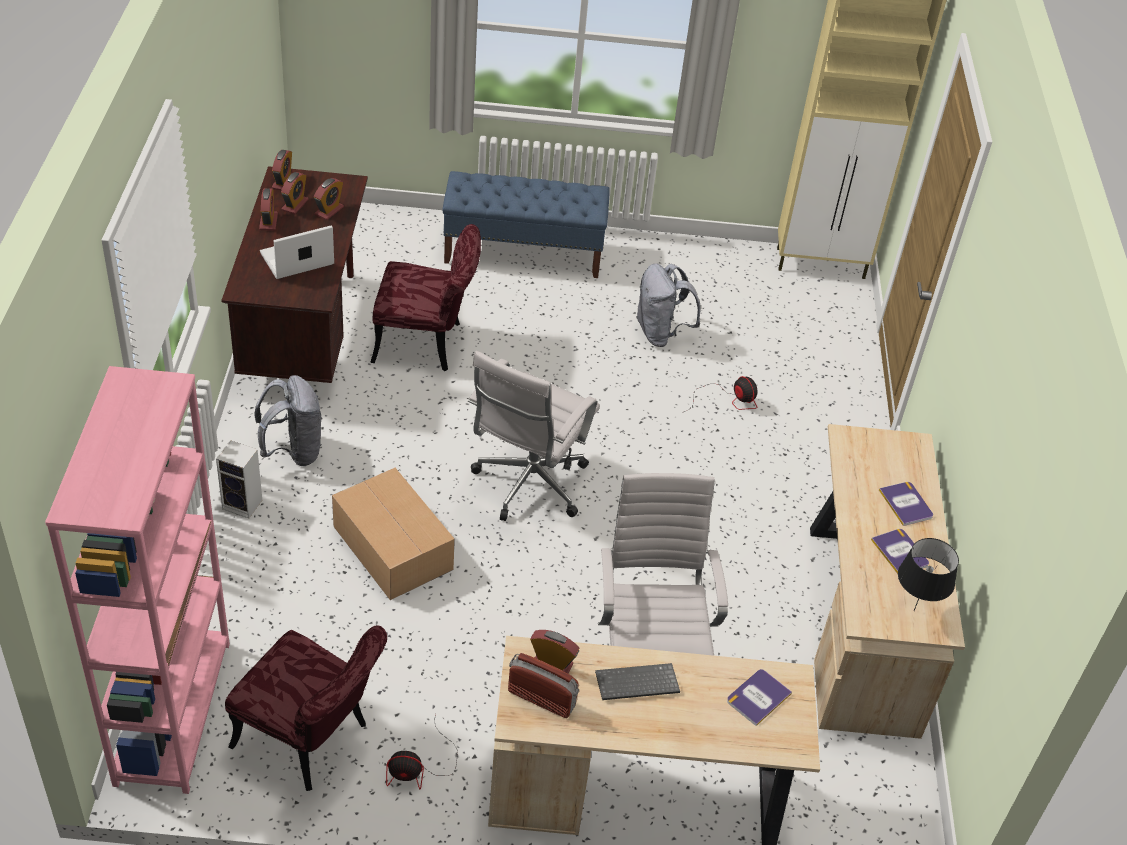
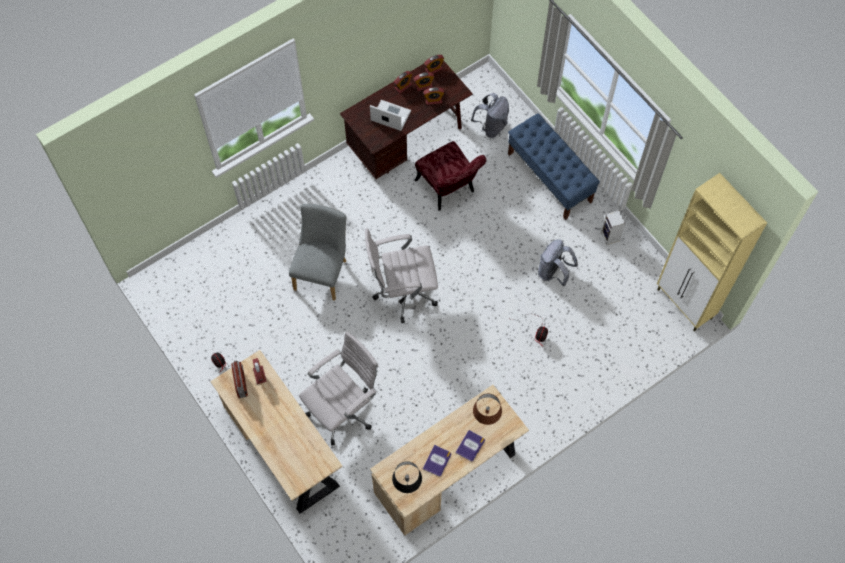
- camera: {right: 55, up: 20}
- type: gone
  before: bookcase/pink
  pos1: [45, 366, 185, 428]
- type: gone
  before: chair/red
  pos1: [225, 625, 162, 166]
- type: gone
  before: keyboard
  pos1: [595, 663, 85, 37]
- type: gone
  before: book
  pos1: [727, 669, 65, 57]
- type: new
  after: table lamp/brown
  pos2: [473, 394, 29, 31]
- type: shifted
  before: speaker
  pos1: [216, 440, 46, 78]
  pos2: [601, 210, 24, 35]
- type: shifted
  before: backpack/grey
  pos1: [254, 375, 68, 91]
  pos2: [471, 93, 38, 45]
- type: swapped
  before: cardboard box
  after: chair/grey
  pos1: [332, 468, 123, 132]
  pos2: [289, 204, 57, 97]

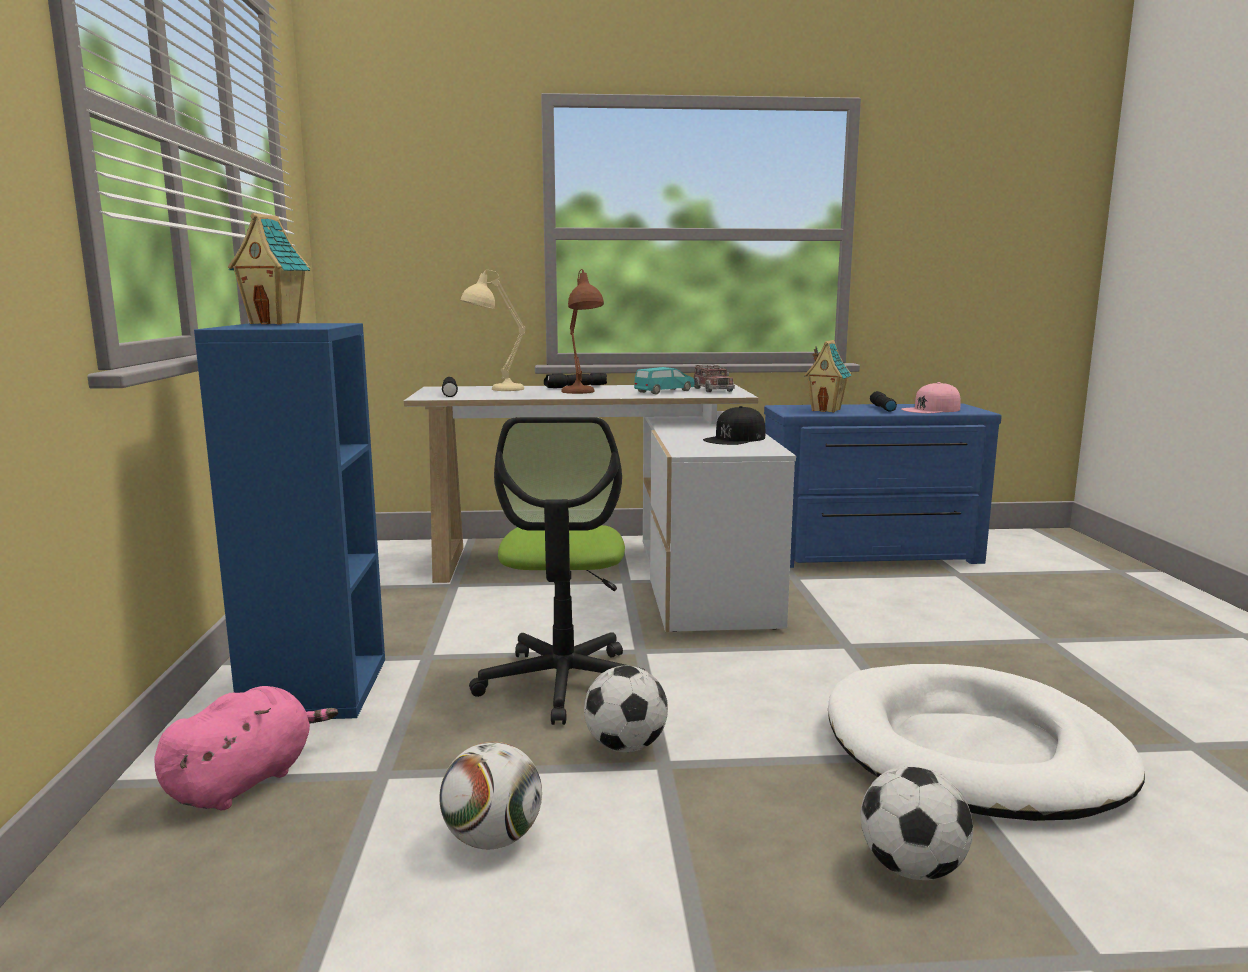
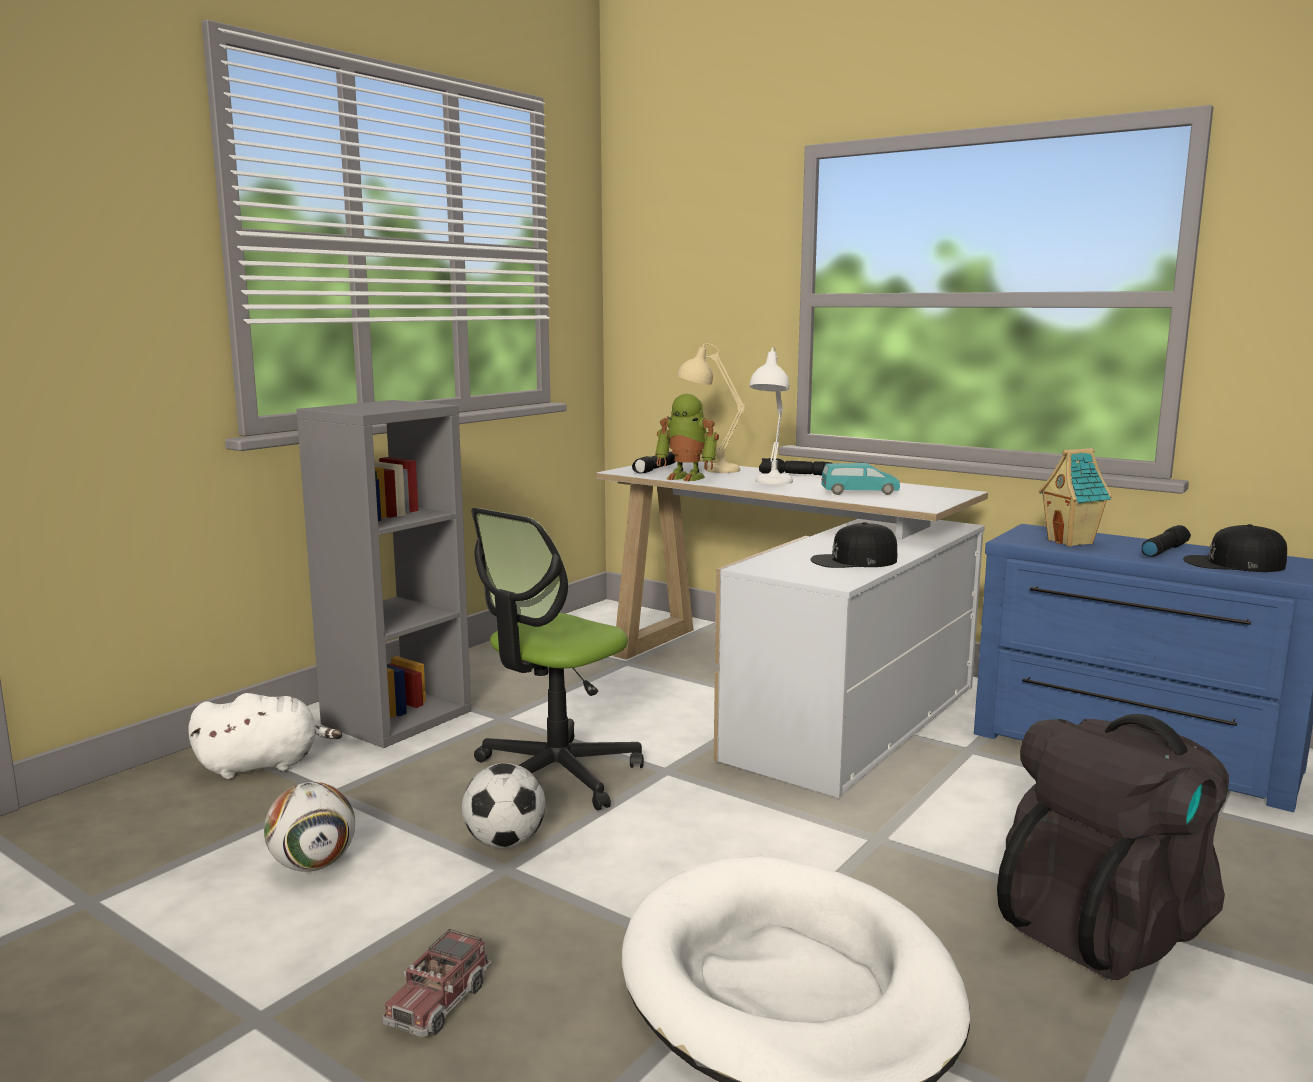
- camera: {right: 40, up: 0}
- type: gone
  before: toy house
  pos1: [228, 213, 82, 111]
- type: gone
  before: football
  pos1: [861, 766, 112, 114]
- type: new
  after: toy robot
  pos2: [655, 394, 64, 88]
- type: new
  after: backpack/black
  pos2: [997, 714, 232, 266]
- type: shifted
  before: toy truck
  pos1: [694, 365, 41, 27]
  pos2: [382, 929, 110, 109]
- type: repainted
  before: plush toy/pink
  after: plush toy/white
  pos1: [154, 686, 184, 125]
  pos2: [188, 693, 154, 86]
- type: repainted
  before: bookcase/blue
  after: bookcase/grey
  pos1: [194, 323, 191, 396]
  pos2: [296, 400, 175, 348]
- type: repainted
  before: table lamp/brown
  after: table lamp/white
  pos1: [561, 269, 43, 125]
  pos2: [749, 347, 44, 138]
- type: repainted
  before: cap/pink
  after: cap/black
  pos1: [901, 382, 60, 31]
  pos2: [1183, 524, 104, 48]

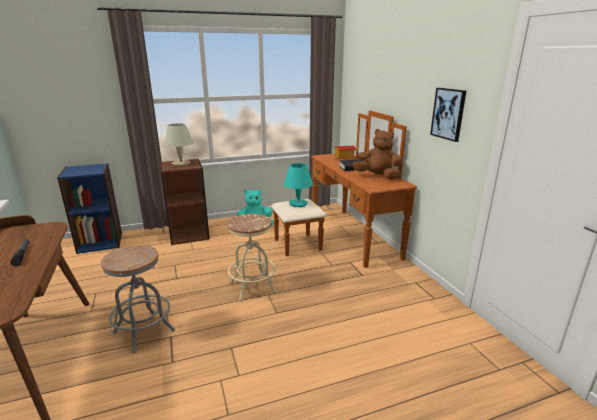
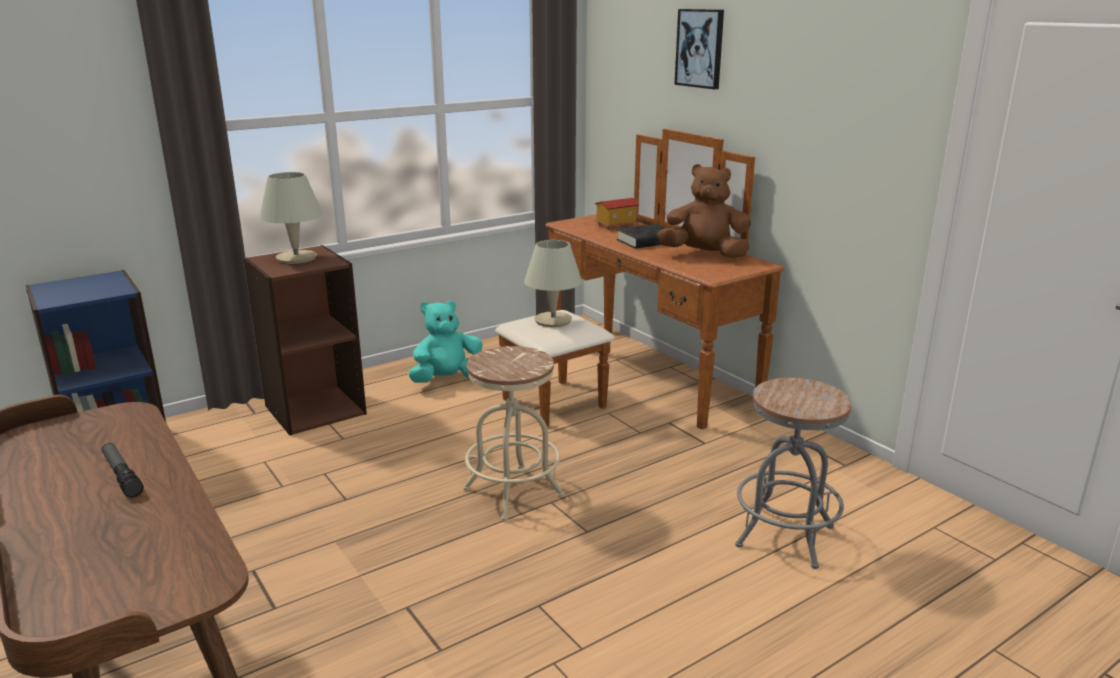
- camera: {right: -15, up: 0}
- type: shifted
  before: stool/grey
  pos1: [101, 245, 74, 108]
  pos2: [735, 378, 117, 191]
- type: shifted
  before: picture
  pos1: [430, 88, 36, 54]
  pos2: [675, 9, 49, 80]
- type: repainted
  before: table lamp/turquoise
  after: table lamp/beige
  pos1: [284, 163, 29, 44]
  pos2: [524, 240, 58, 87]

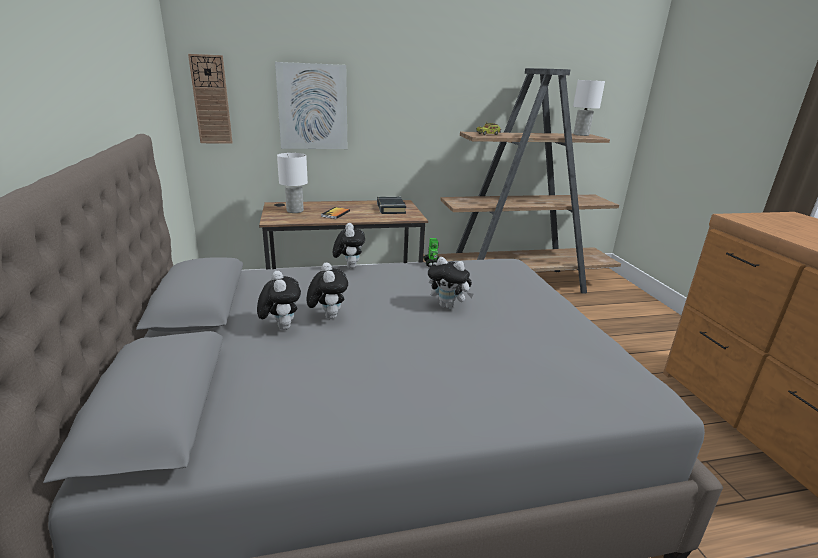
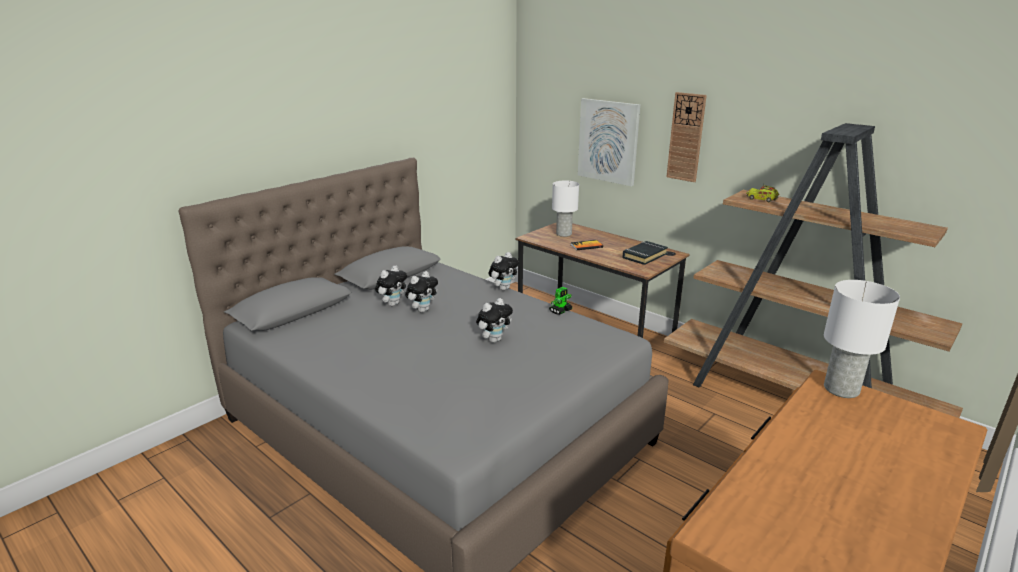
- camera: {right: 55, up: 0}
- type: shifted
  before: wall clock
  pos1: [188, 54, 45, 90]
  pos2: [666, 92, 41, 90]
- type: shifted
  before: table lamp/white
  pos1: [573, 80, 32, 56]
  pos2: [824, 280, 76, 118]
- type: rotated
  before: plush toy
  pos1: [428, 257, 46, 52]
  pos2: [476, 298, 37, 45]
  turn: -120

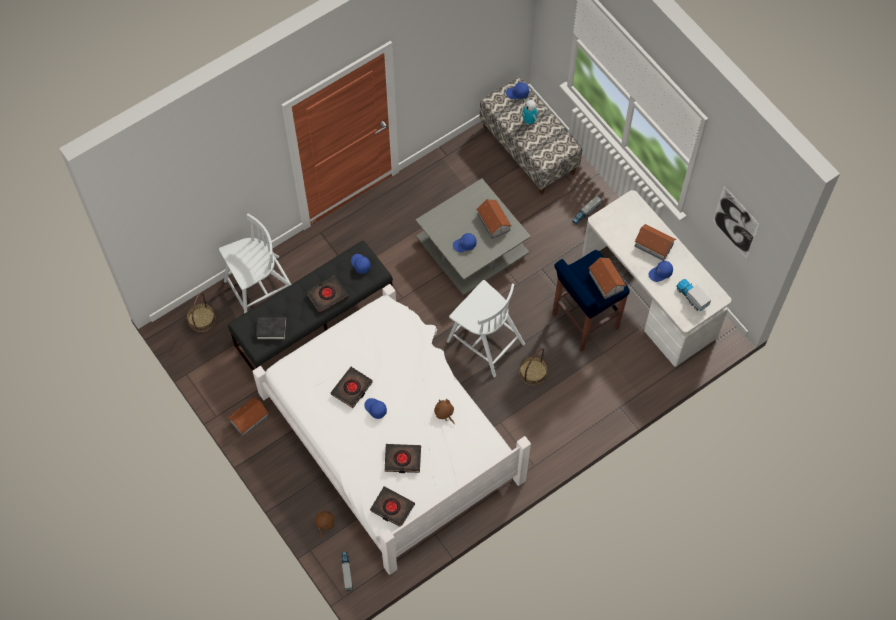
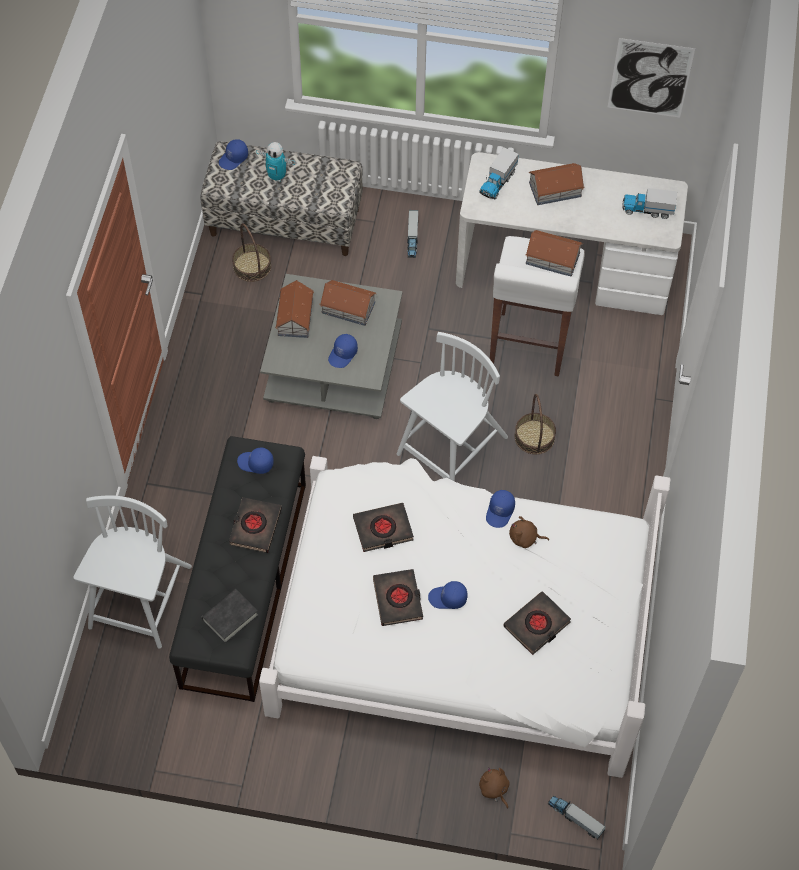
- camera: {right: -45, up: -5}
- type: new
  after: toy truck
  pos2: [479, 147, 40, 52]
- type: shifted
  before: basket
  pos1: [187, 293, 29, 39]
  pos2: [232, 223, 39, 59]
- type: shifted
  before: toy house
  pos1: [227, 397, 42, 40]
  pos2: [275, 280, 39, 58]
- type: shifted
  before: book/black
  pos1: [370, 486, 45, 41]
  pos2: [353, 503, 61, 49]
- type: shifted
  before: cap/blue
  pos1: [649, 261, 24, 21]
  pos2: [486, 490, 29, 38]
- type: repainted
  before: stool/blue
  after: stool/white
  pos1: [552, 250, 78, 102]
  pos2: [490, 236, 95, 140]
- type: rotated
  before: chair/white
  pos1: [447, 280, 78, 97]
  pos2: [397, 332, 111, 149]
  turn: -45

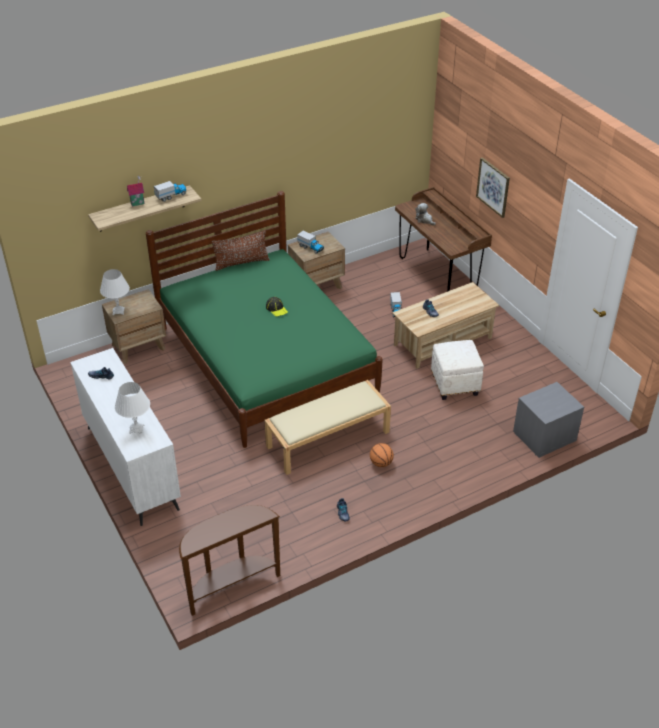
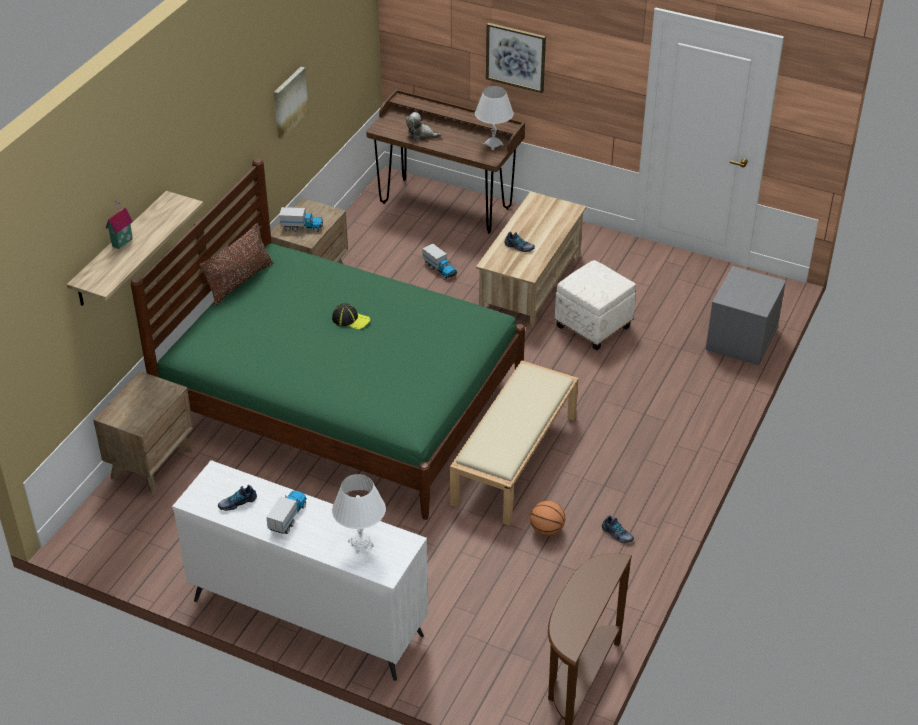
- camera: {right: -35, up: 0}
- type: new
  after: picture
  pos2: [274, 67, 35, 72]
- type: shifted
  before: table lamp/white
  pos1: [100, 269, 30, 46]
  pos2: [475, 86, 39, 64]
- type: shifted
  before: toy truck
  pos1: [154, 181, 33, 21]
  pos2: [266, 490, 41, 44]
- type: shifted
  before: basketball
  pos1: [370, 443, 24, 24]
  pos2: [530, 501, 35, 35]

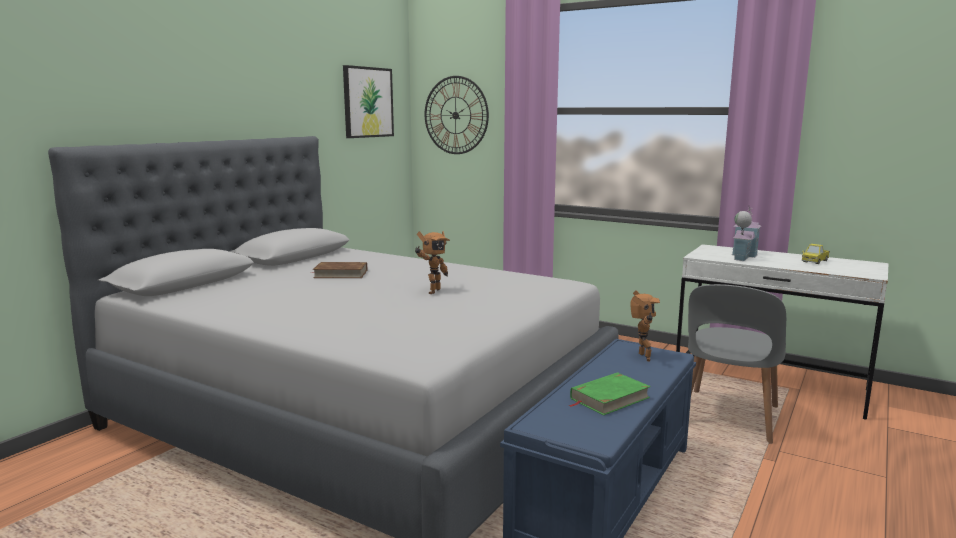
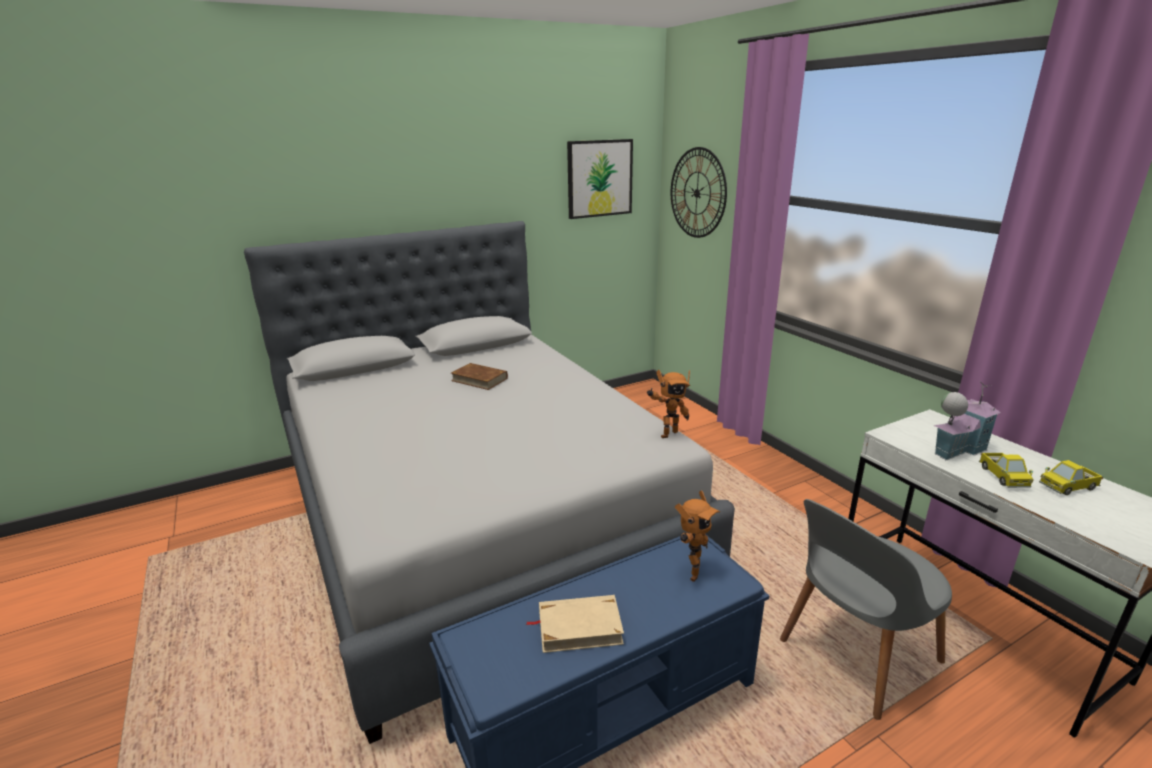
- camera: {right: 30, up: 10}
- type: new
  after: toy truck
  pos2: [979, 453, 54, 35]
- type: shifted
  before: toy robot
  pos1: [415, 231, 35, 63]
  pos2: [647, 370, 43, 68]
- type: repainted
  before: book/green
  after: book/beige
  pos1: [568, 372, 83, 43]
  pos2: [526, 595, 98, 58]

